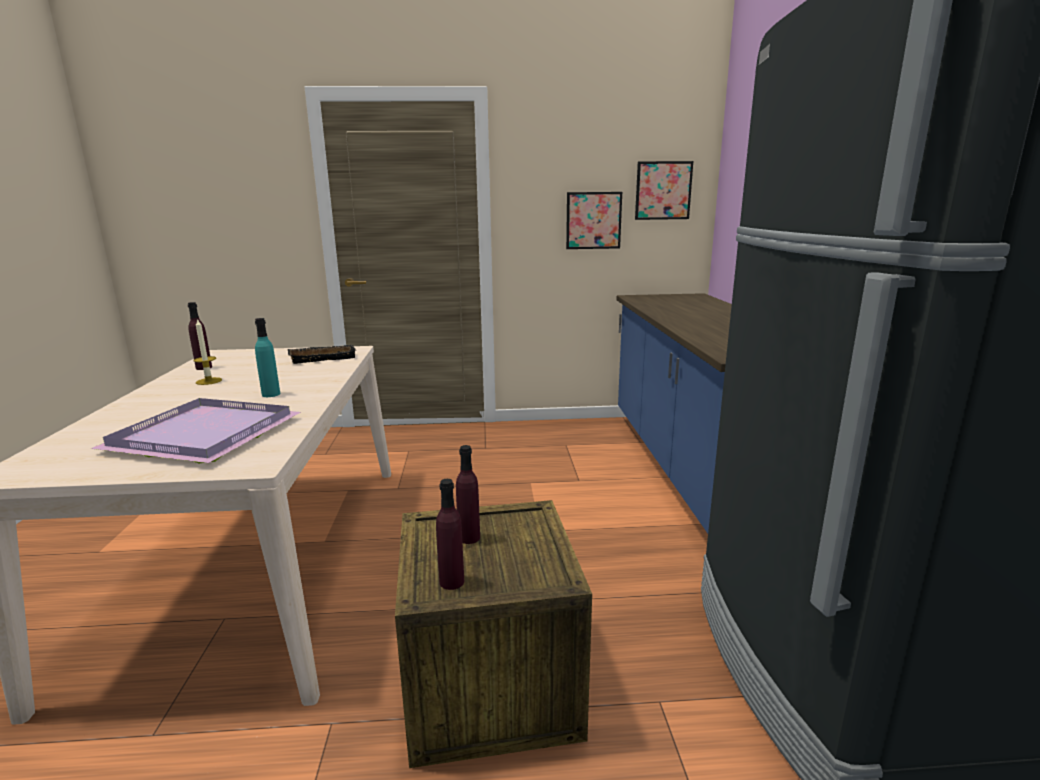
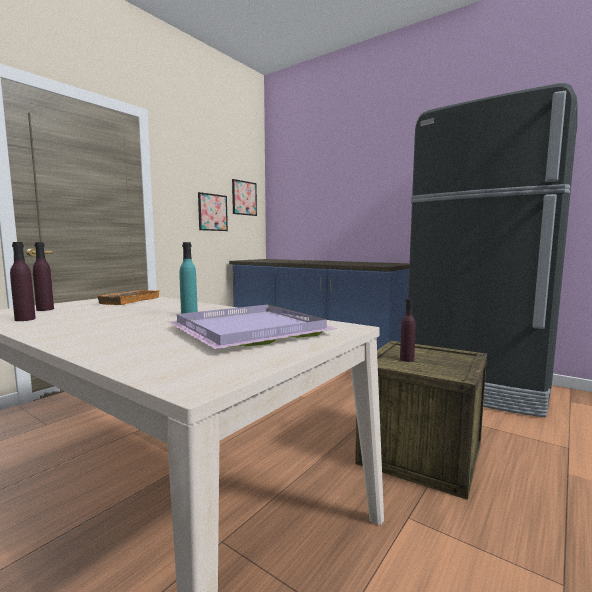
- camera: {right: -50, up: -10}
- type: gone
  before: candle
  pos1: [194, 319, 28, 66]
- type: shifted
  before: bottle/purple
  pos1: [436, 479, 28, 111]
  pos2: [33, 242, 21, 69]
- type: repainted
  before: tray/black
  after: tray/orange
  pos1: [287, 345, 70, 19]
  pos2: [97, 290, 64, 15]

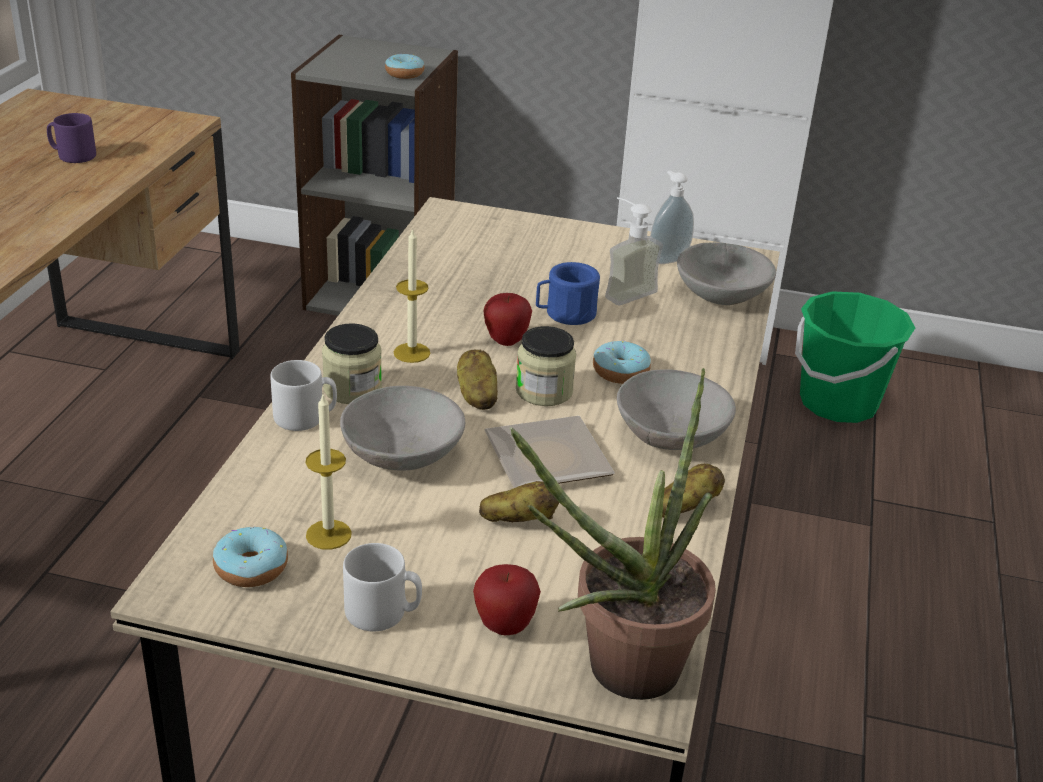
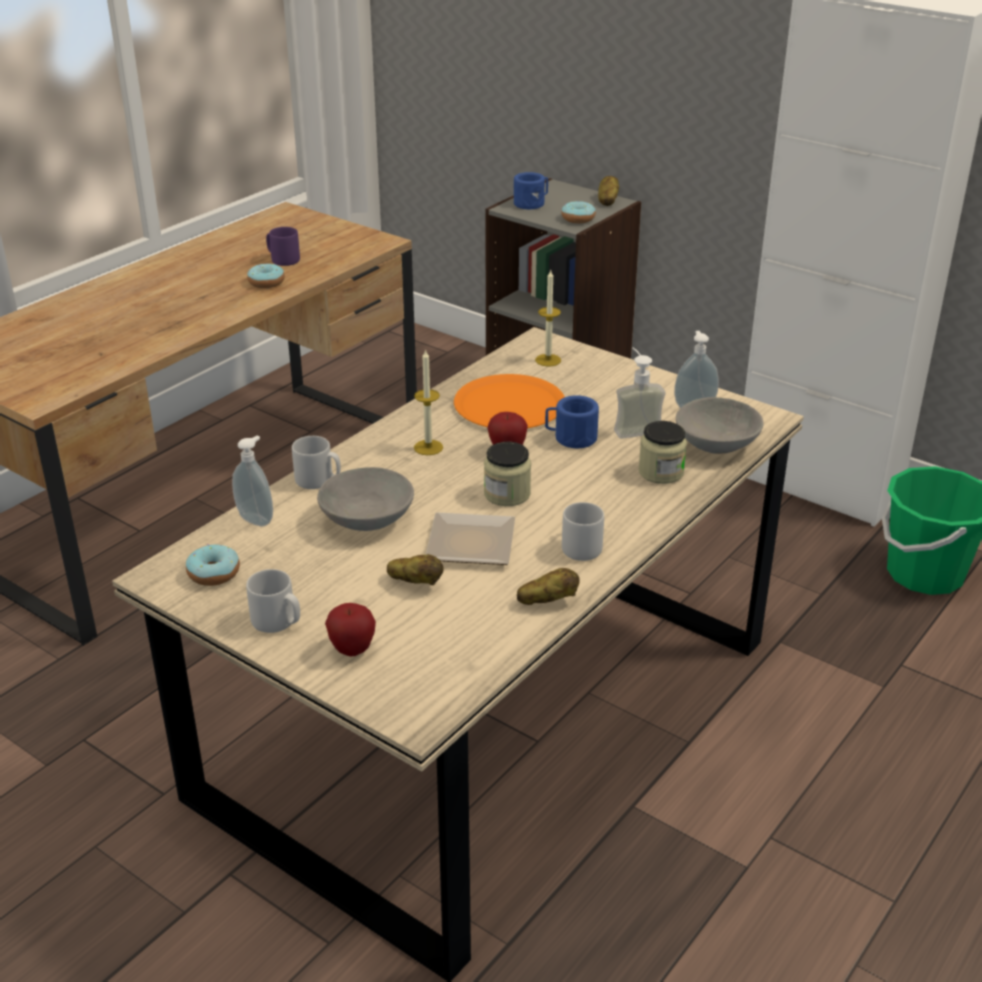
- camera: {right: 25, up: 0}
- type: gone
  before: potted plant
  pos1: [509, 368, 207, 332]
- type: new
  after: soap dispenser
  pos2: [232, 435, 41, 91]
- type: new
  after: plate/orange
  pos2: [454, 374, 111, 54]
- type: new
  after: mug/blue
  pos2: [514, 172, 34, 37]
- type: shifted
  before: candle
  pos1: [305, 395, 47, 155]
  pos2: [535, 270, 26, 96]
- type: shifted
  before: jar
  pos1: [322, 323, 60, 81]
  pos2: [638, 421, 49, 63]
- type: shifted
  before: potato
  pos1: [457, 350, 41, 60]
  pos2: [598, 176, 21, 30]
- type: shifted
  before: donut
  pos1: [593, 340, 58, 44]
  pos2: [247, 263, 38, 25]
- type: swapped
  before: bowl/grey
  after: mug/grey
  pos1: [617, 369, 119, 81]
  pos2: [562, 502, 42, 59]

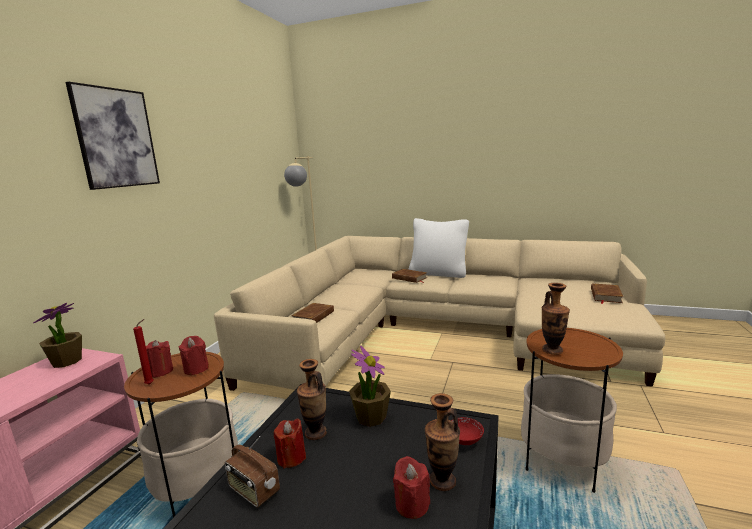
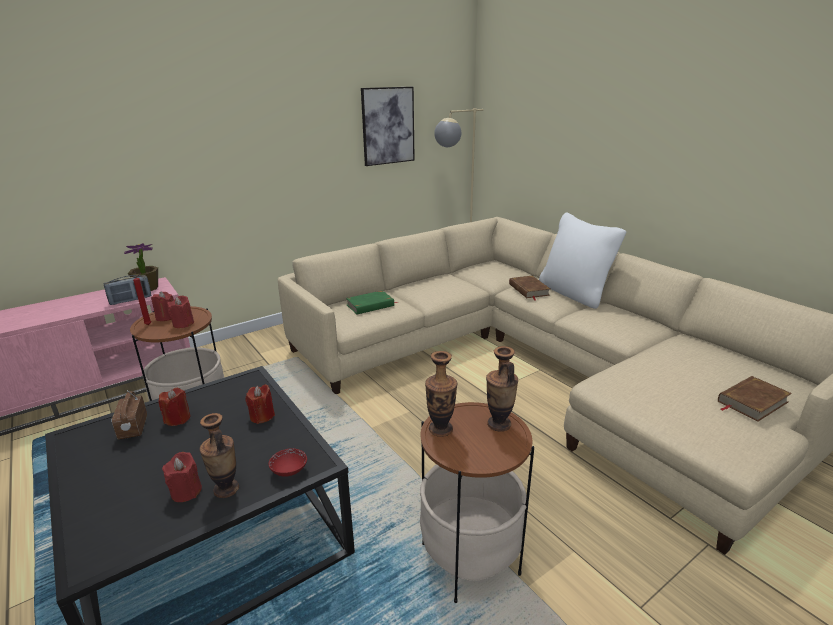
- camera: {right: 35, up: 10}
- type: new
  after: radio
  pos2: [104, 275, 47, 30]
- type: shifted
  before: picture
  pos1: [65, 81, 95, 109]
  pos2: [361, 87, 54, 79]
- type: shifted
  before: vase
  pos1: [297, 359, 30, 81]
  pos2: [486, 346, 32, 86]
- type: swapped
  before: potted plant
  after: candle/red
  pos1: [349, 345, 42, 82]
  pos2: [245, 384, 30, 40]
- type: repainted
  before: book/brown
  after: book/green
  pos1: [292, 303, 42, 20]
  pos2: [346, 290, 51, 24]

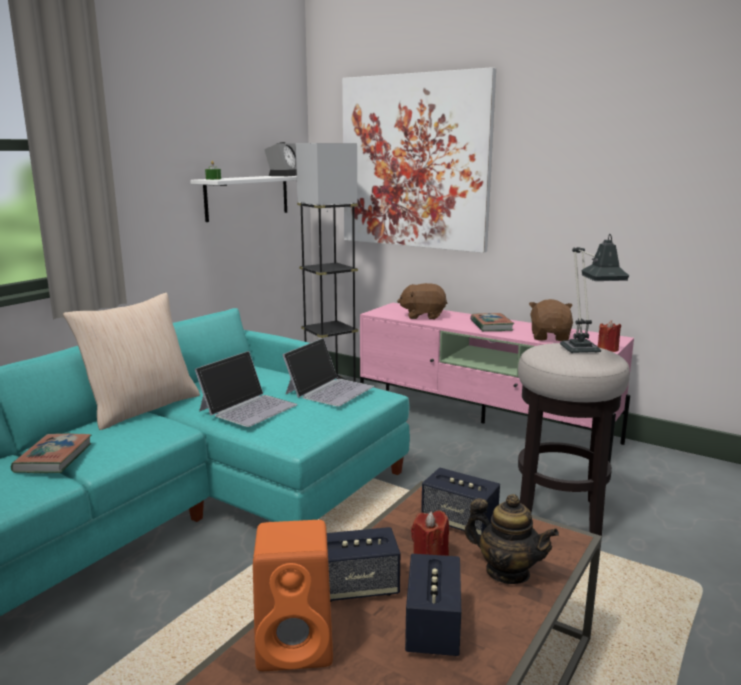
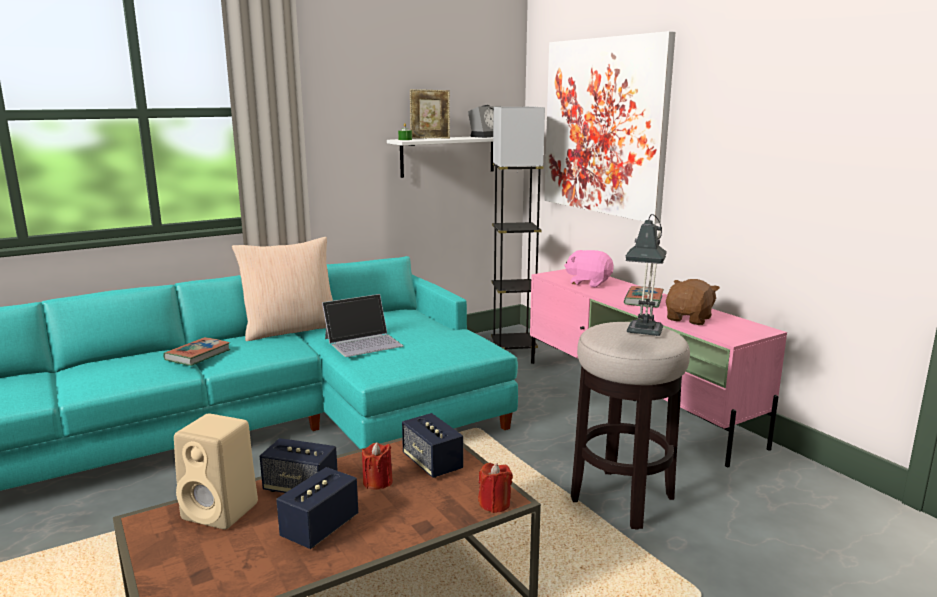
- camera: {right: 25, up: 0}
- type: gone
  before: laptop
  pos1: [282, 338, 92, 69]
- type: gone
  before: teapot
  pos1: [464, 494, 95, 90]
- type: new
  after: picture frame
  pos2: [410, 89, 40, 50]
- type: shifted
  before: candle/red
  pos1: [598, 320, 23, 32]
  pos2: [478, 463, 35, 50]
- type: repainted
  before: speaker/orange
  after: speaker/beige
  pos1: [253, 520, 80, 151]
  pos2: [174, 414, 84, 115]
- type: repainted
  before: plush toy/brown
  after: plush toy/pink
  pos1: [397, 283, 50, 36]
  pos2: [564, 250, 50, 37]

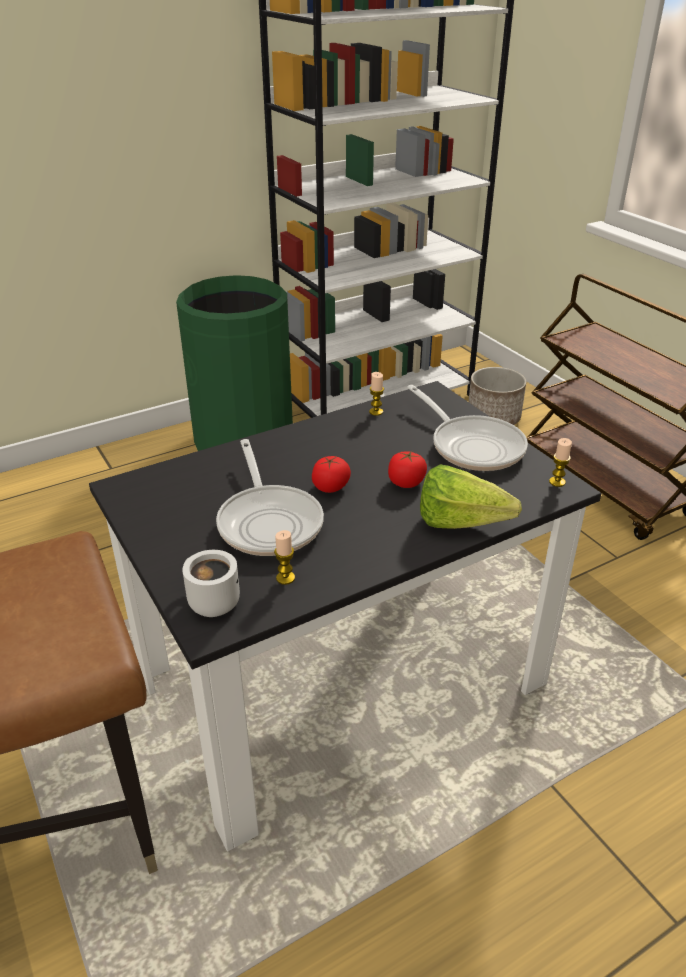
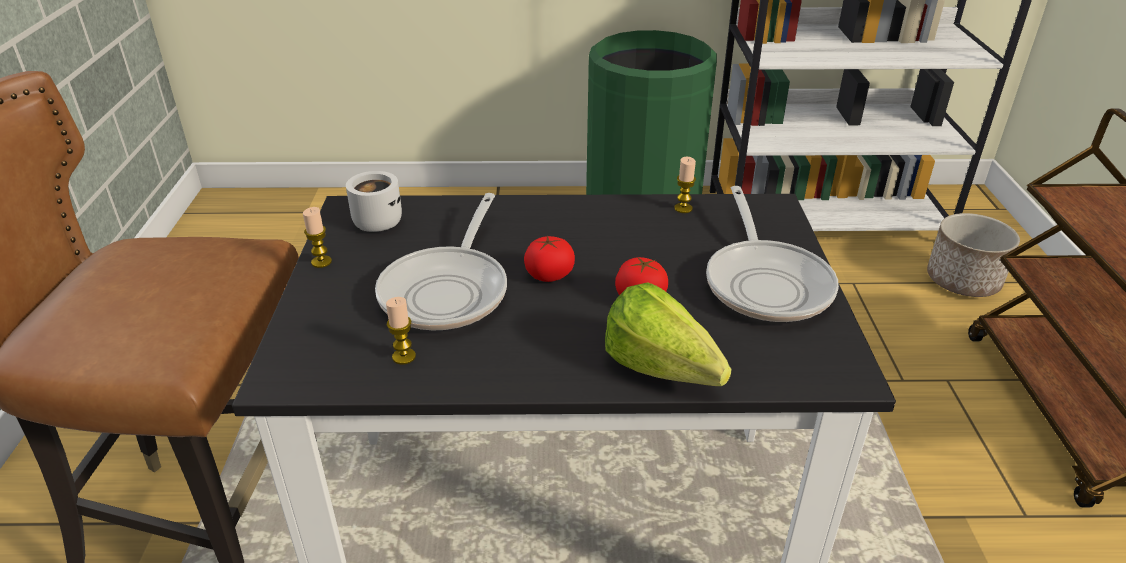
- camera: {right: 30, up: 0}
- type: shifted
  before: mug/white
  pos1: [182, 550, 58, 67]
  pos2: [346, 171, 56, 61]
- type: shifted
  before: candle
  pos1: [549, 438, 23, 49]
  pos2: [303, 207, 29, 61]

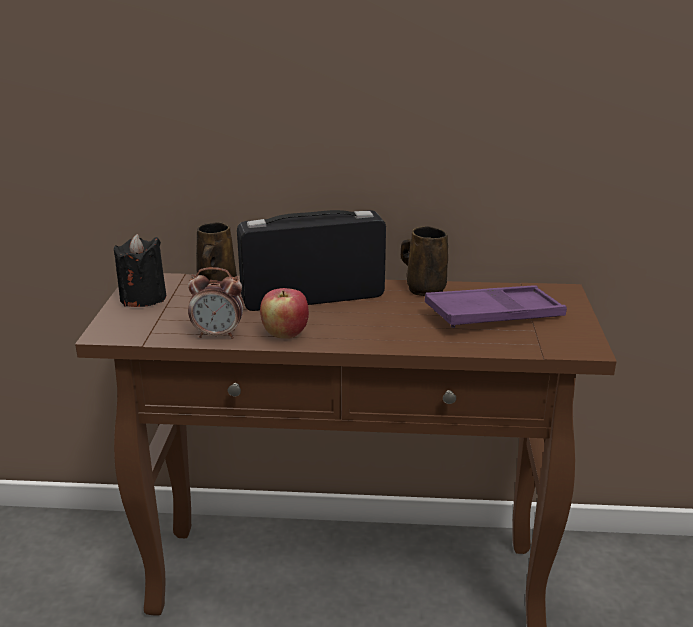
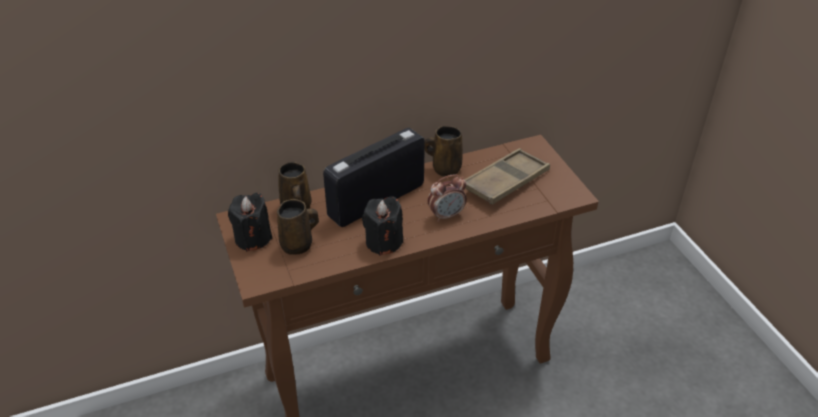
- camera: {right: -25, up: 15}
- type: new
  after: mug/brown
  pos2: [277, 199, 42, 56]
- type: shifted
  before: alarm clock
  pos1: [188, 267, 55, 72]
  pos2: [427, 174, 40, 48]
- type: swapped
  before: apple
  after: candle/black
  pos1: [260, 288, 49, 51]
  pos2: [362, 196, 41, 60]
- type: repainted
  before: tray/purple
  after: tray/brown
  pos1: [425, 285, 142, 43]
  pos2: [464, 148, 86, 56]

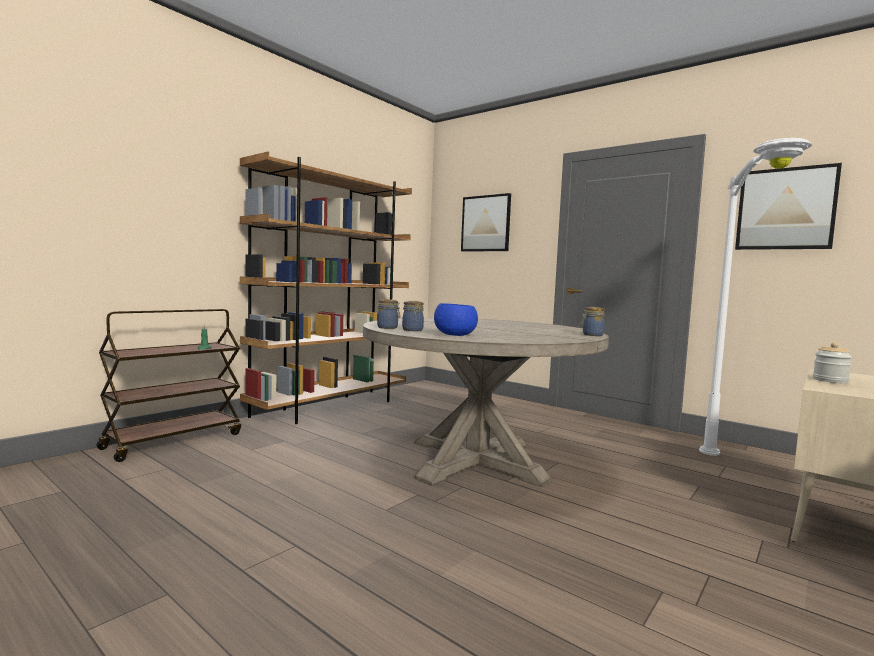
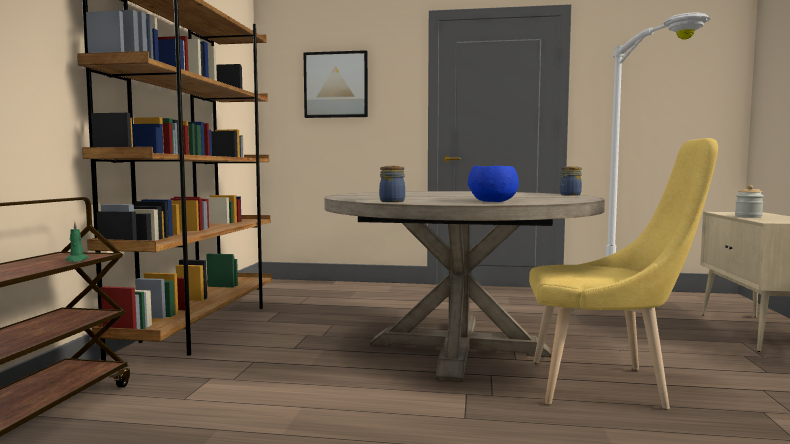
- camera: {right: -30, up: 0}
- type: gone
  before: jar
  pos1: [402, 301, 22, 30]
- type: gone
  before: picture
  pos1: [735, 163, 107, 87]
- type: new
  after: chair/yellow
  pos2: [529, 138, 189, 272]

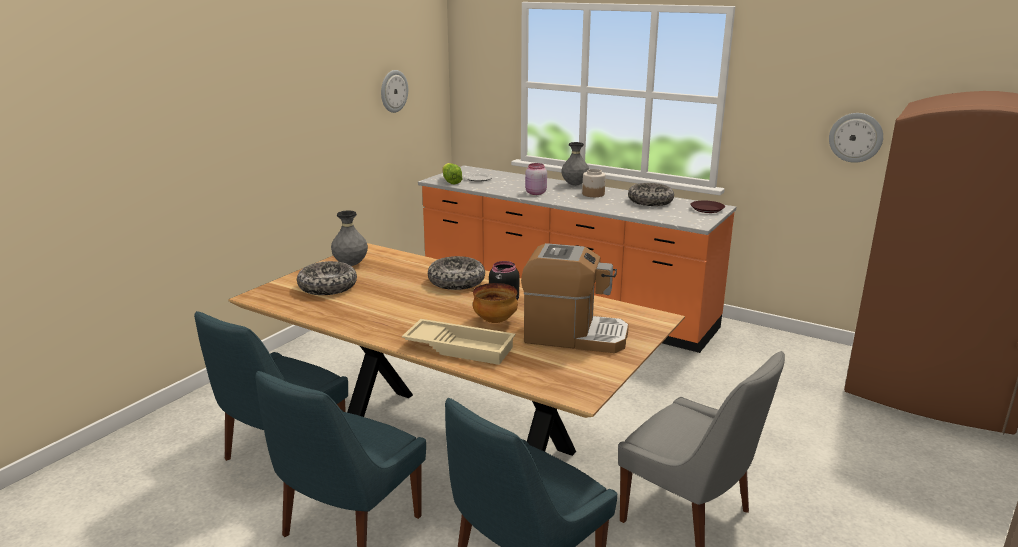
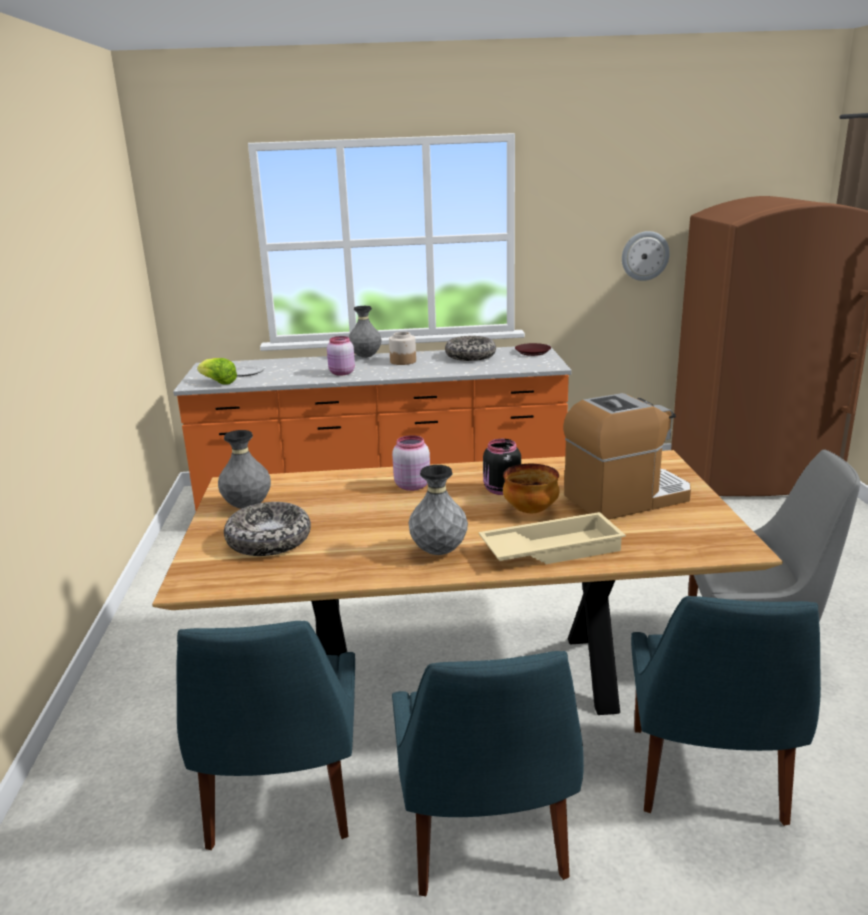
- camera: {right: -35, up: 0}
- type: gone
  before: wall clock
  pos1: [381, 70, 27, 43]
- type: new
  after: vase/grey
  pos2: [408, 465, 60, 90]
- type: swapped
  before: bowl
  after: jar/pink
  pos1: [428, 256, 57, 34]
  pos2: [392, 435, 38, 56]

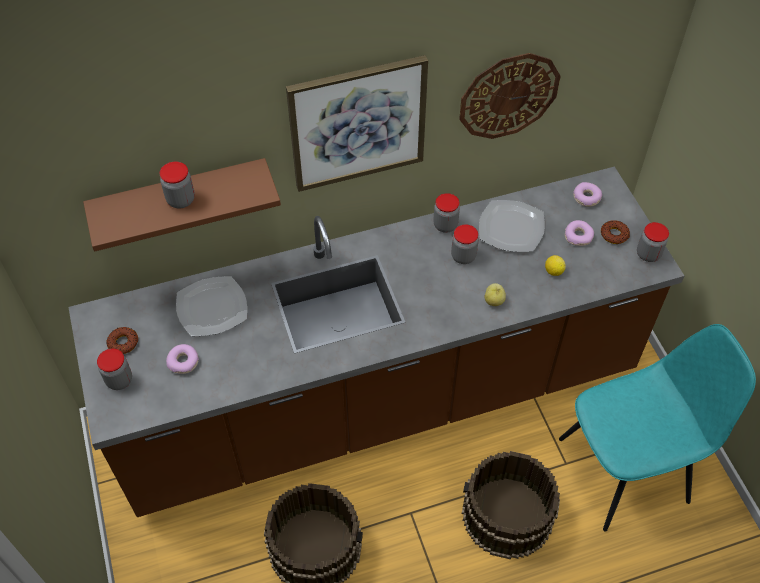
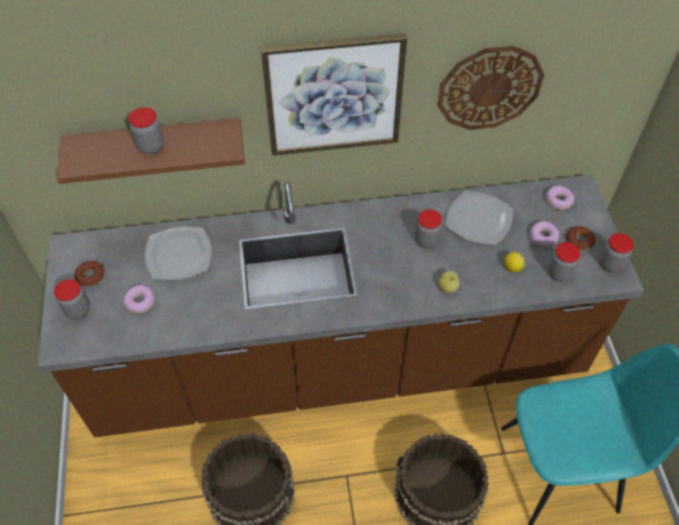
- camera: {right: 10, up: 0}
- type: shifted
  before: jar
  pos1: [433, 193, 27, 40]
  pos2: [548, 242, 33, 39]

